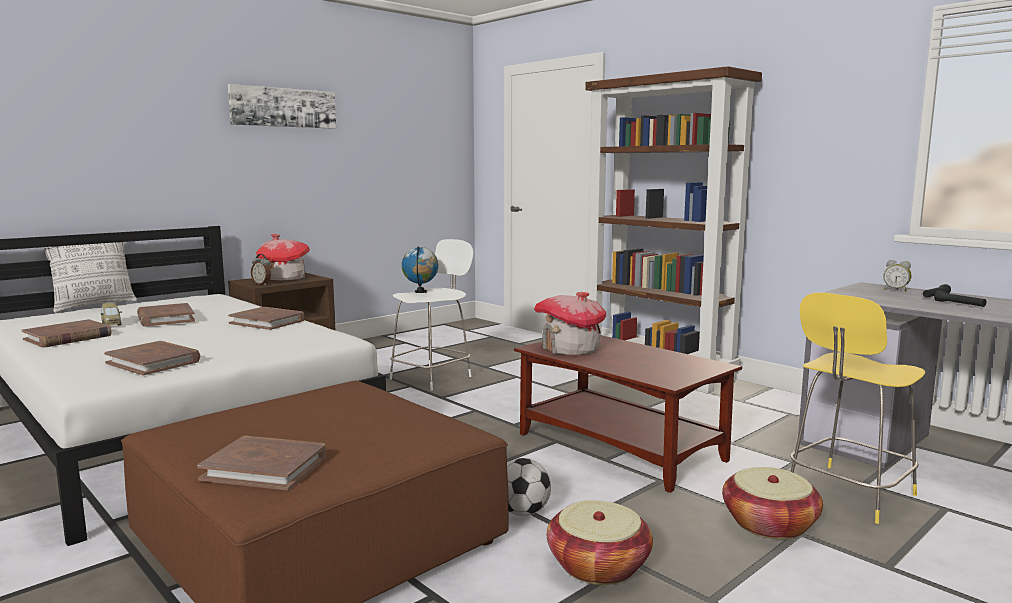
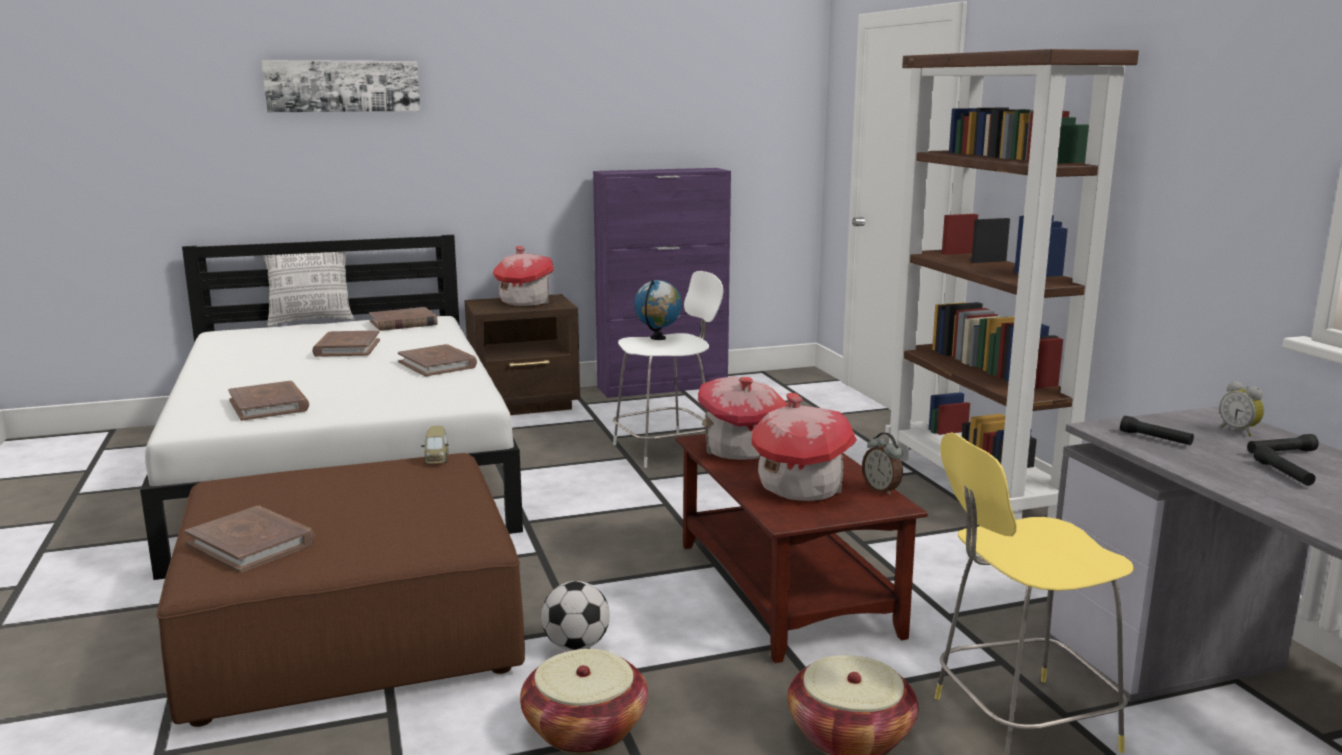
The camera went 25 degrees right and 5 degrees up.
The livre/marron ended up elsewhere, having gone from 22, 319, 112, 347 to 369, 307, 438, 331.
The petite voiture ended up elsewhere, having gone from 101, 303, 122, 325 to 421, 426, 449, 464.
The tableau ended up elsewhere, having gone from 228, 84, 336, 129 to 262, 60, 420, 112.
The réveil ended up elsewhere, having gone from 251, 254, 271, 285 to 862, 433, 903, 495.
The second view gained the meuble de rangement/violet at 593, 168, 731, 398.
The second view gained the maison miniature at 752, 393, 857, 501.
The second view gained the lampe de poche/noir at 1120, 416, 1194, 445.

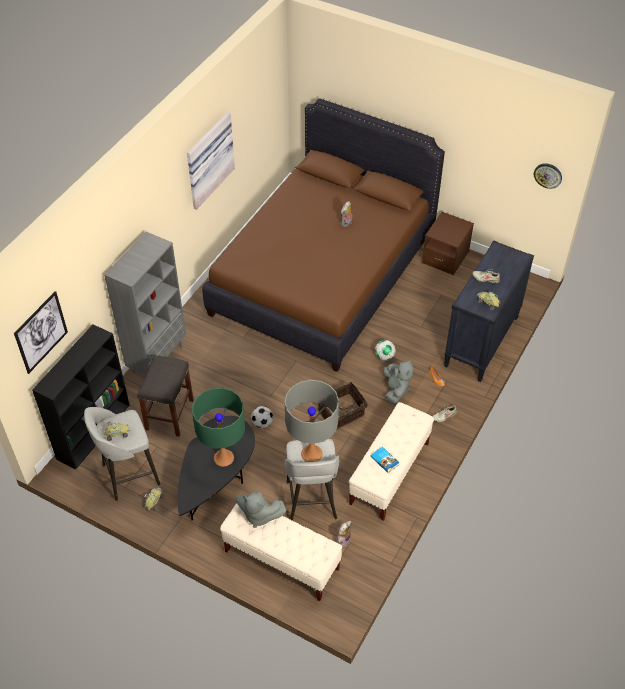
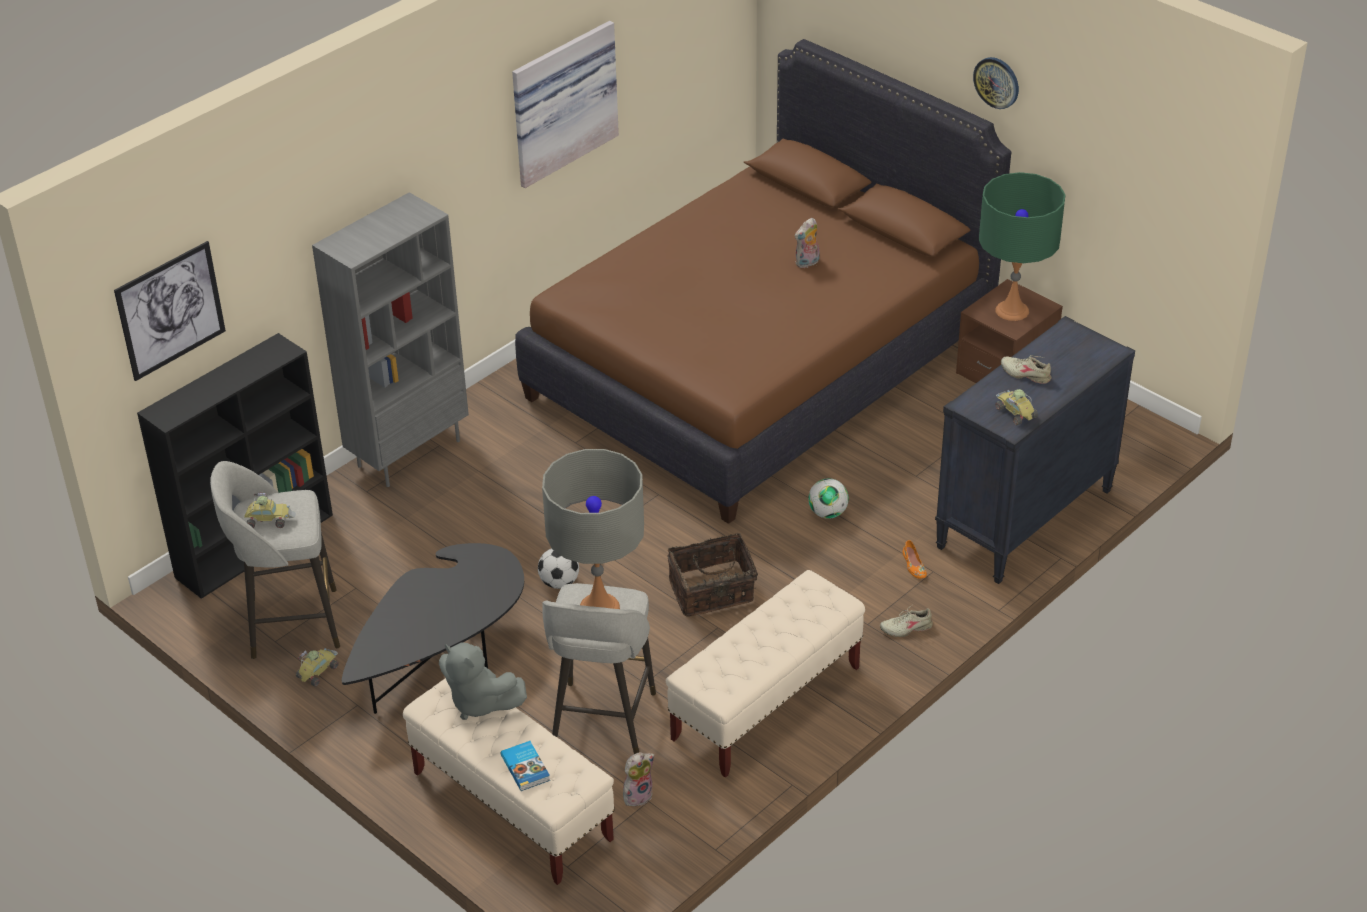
The camera went 15 degrees right and 10 degrees down.
The second view lost the tabouret/gris at 137, 355, 194, 437.
The lampe de table/vert ended up elsewhere, having gone from 192, 388, 245, 467 to 979, 172, 1065, 321.
The livre ended up elsewhere, having gone from 371, 446, 399, 473 to 501, 741, 550, 791.
The second view lost the peluche/gris at 384, 359, 413, 404.
The horloge murale ended up elsewhere, having gone from 534, 163, 562, 189 to 973, 57, 1019, 109.

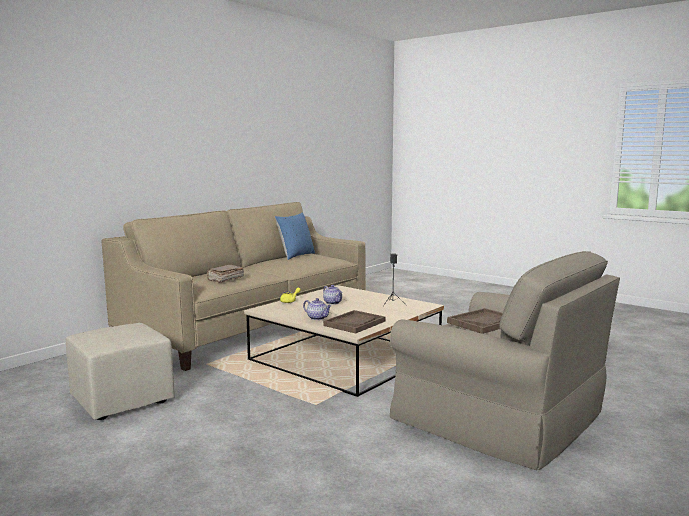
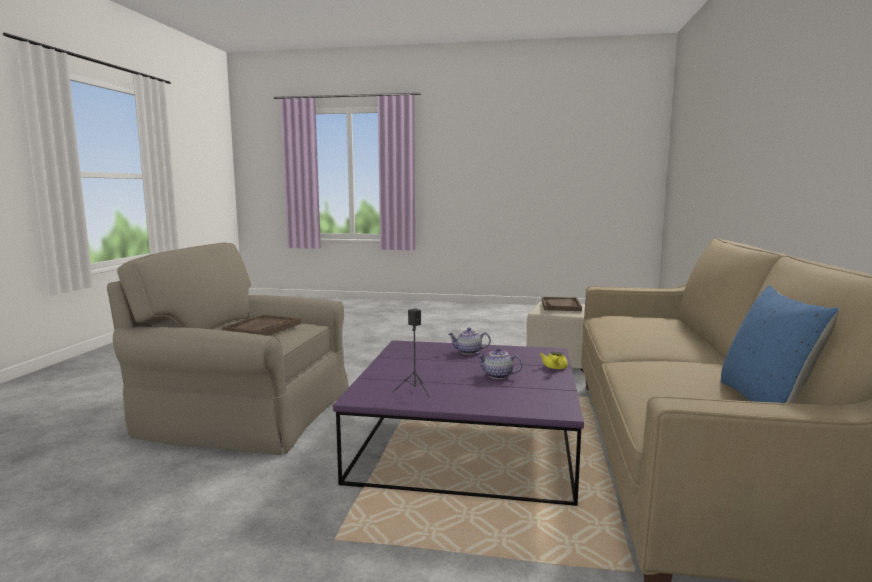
The camera went 150 degrees right and 0 degrees up.
The second view lost the livre/marron at 207, 265, 244, 283.
What was the table basse/beige at 244, 285, 444, 397 turned into the table basse/violet at 333, 340, 584, 506.
The plateau/marron ended up elsewhere, having gone from 323, 310, 386, 334 to 542, 297, 582, 311.

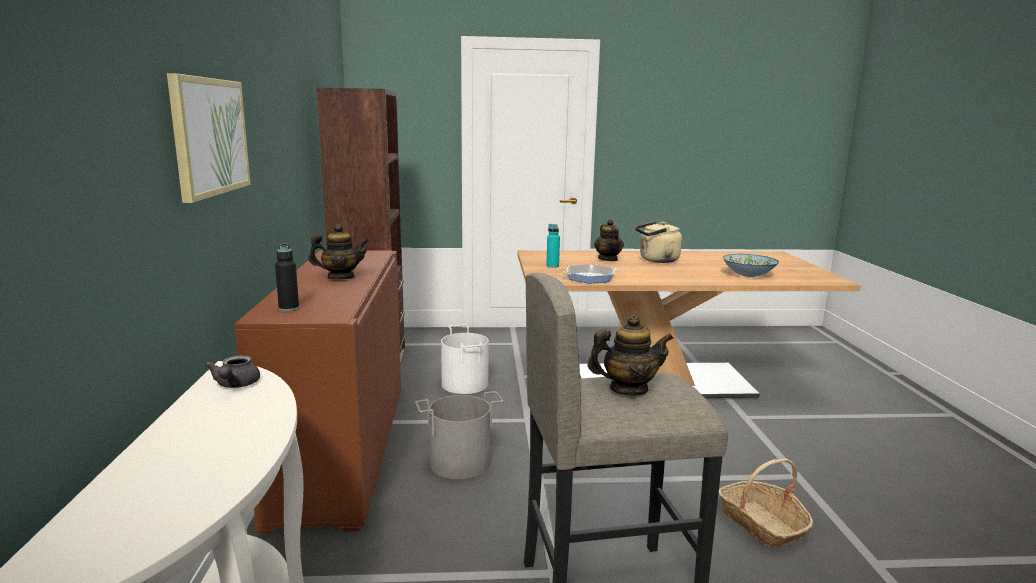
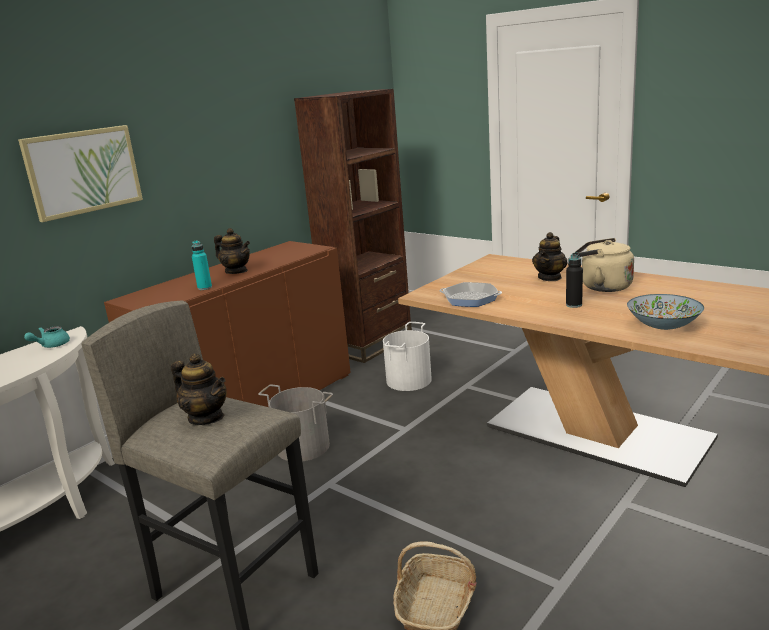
The camera went 45 degrees right and 5 degrees up.
What was the théière/gris at 205, 355, 260, 388 turned into the théière/turquoise at 24, 326, 70, 348.
The bouteille/noir ended up elsewhere, having gone from 275, 244, 299, 311 to 566, 252, 583, 308.
The bouteille/turquoise ended up elsewhere, having gone from 546, 224, 560, 268 to 192, 241, 212, 290.

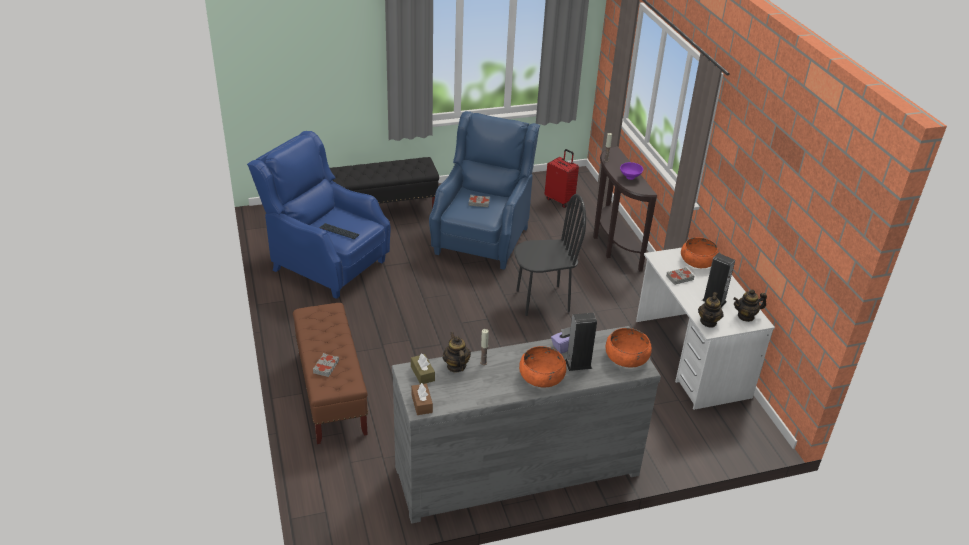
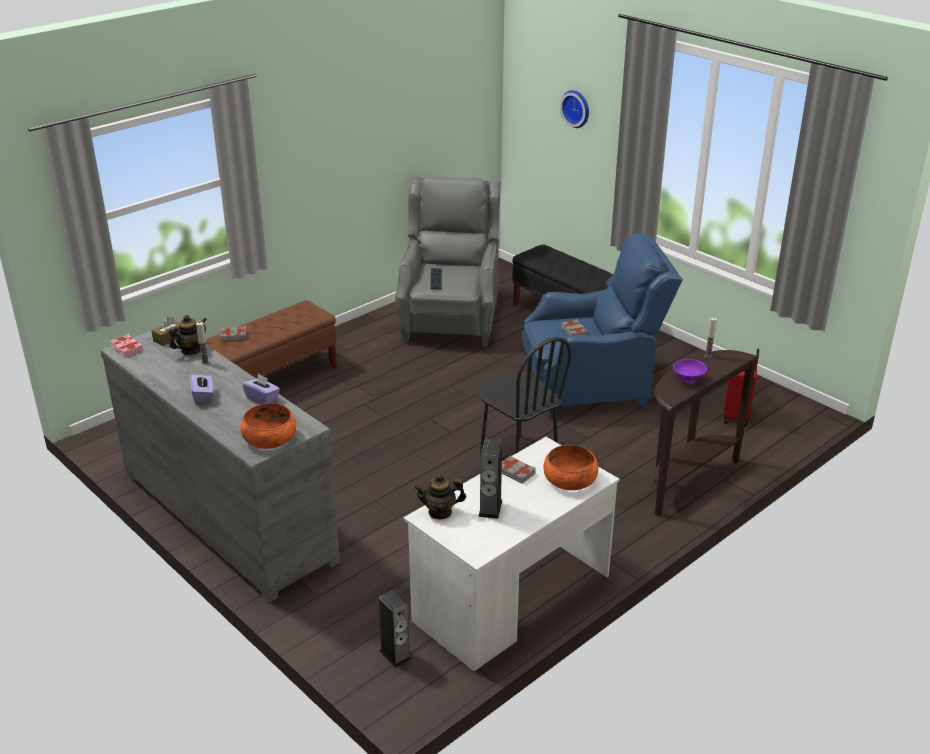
The camera went 65 degrees right and 5 degrees down.
What was the fauteuil/bleu at 247, 131, 391, 299 turned into the fauteuil/gris at 395, 175, 501, 347.
Where the boîte à mouchoirs/marron stood at 411, 383, 433, 415, the livre/rose came to stand at 111, 334, 143, 357.
Where the bol/orange stood at 519, 346, 566, 388, the boîte à mouchoirs/violet came to stand at 190, 374, 214, 404.
The enceinte ended up elsewhere, having gone from 565, 313, 597, 371 to 378, 590, 411, 668.
The second view lost the théière at 733, 290, 767, 322.
The second view gained the horloge murale at 560, 90, 589, 128.

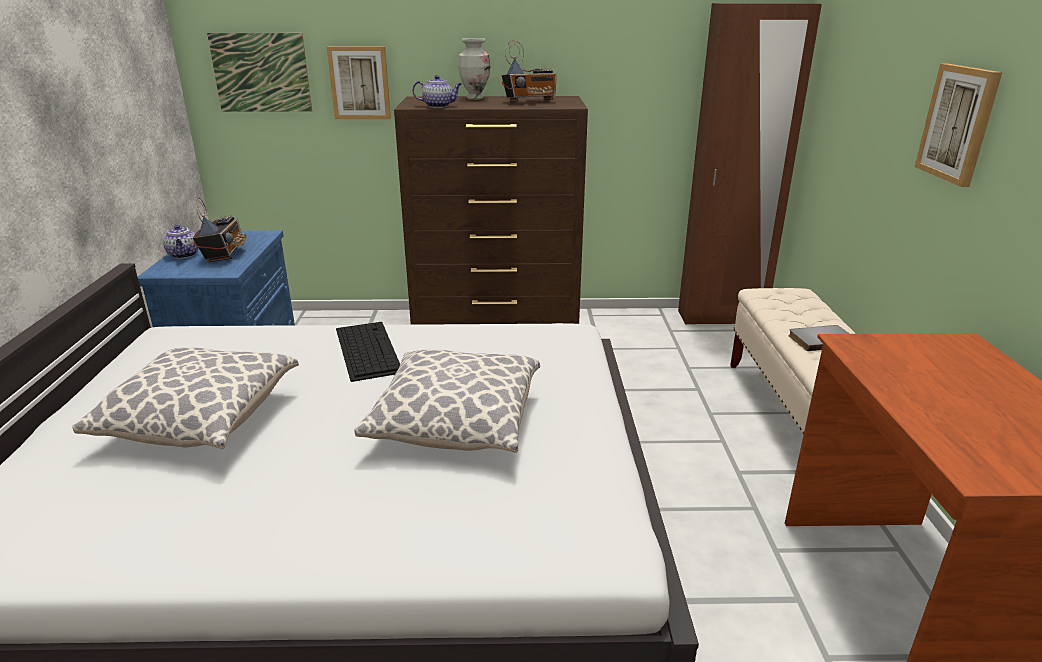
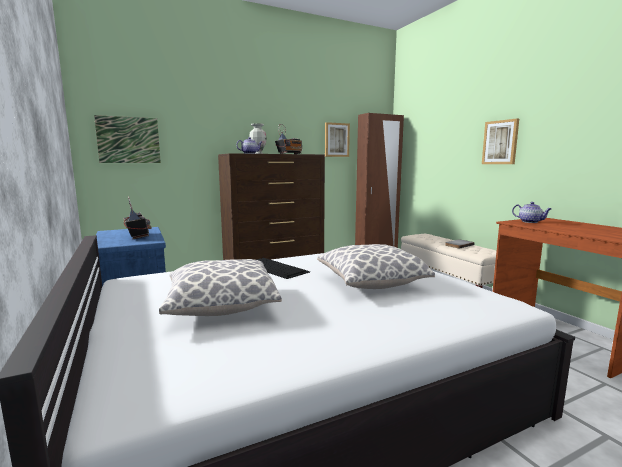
The camera went 25 degrees left and 15 degrees down.
The théière ended up elsewhere, having gone from 163, 225, 198, 259 to 512, 202, 552, 223.
The tableau ended up elsewhere, having gone from 327, 46, 391, 119 to 325, 122, 350, 157.

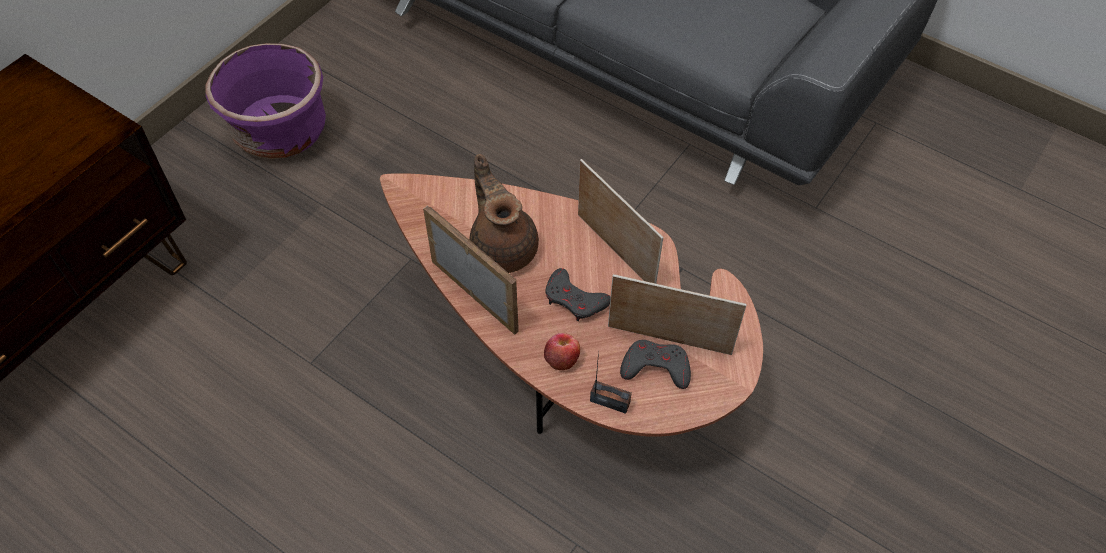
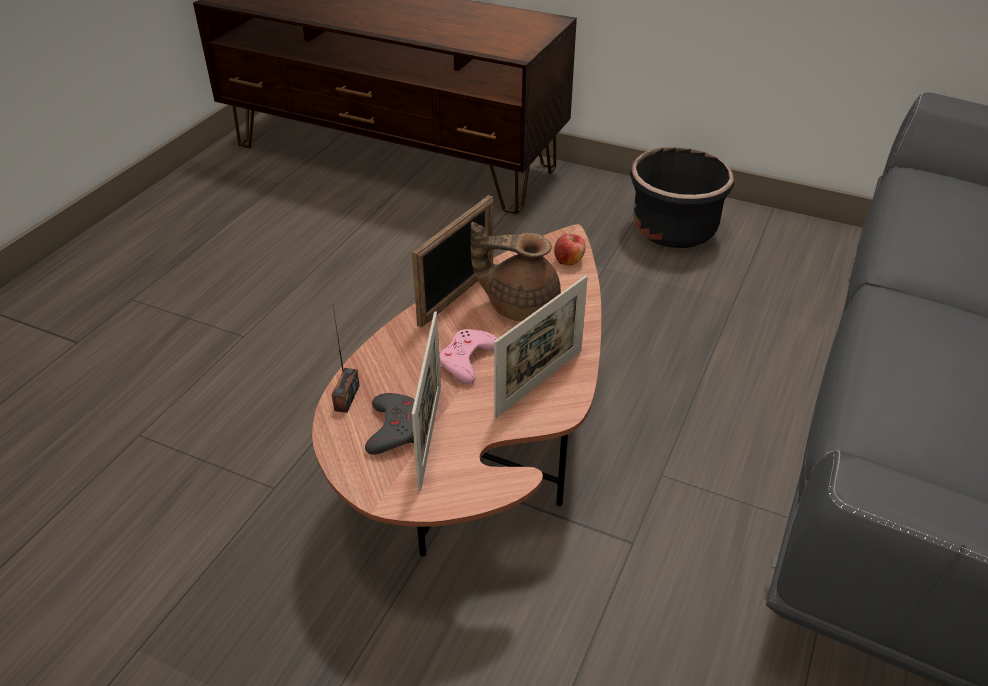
The camera went 80 degrees right and 15 degrees down.
What was the cache-pot/violet at 205, 43, 326, 159 turned into the cache-pot/noir at 630, 147, 734, 248.
The théière/marron at 470, 154, 539, 273 ended up facing another way, 135 degrees counterclockwise from before.
The pomme ended up elsewhere, having gone from 544, 333, 580, 370 to 554, 234, 586, 265.
What was the manette/gris at 545, 268, 611, 321 turned into the manette/rose at 439, 329, 498, 384.

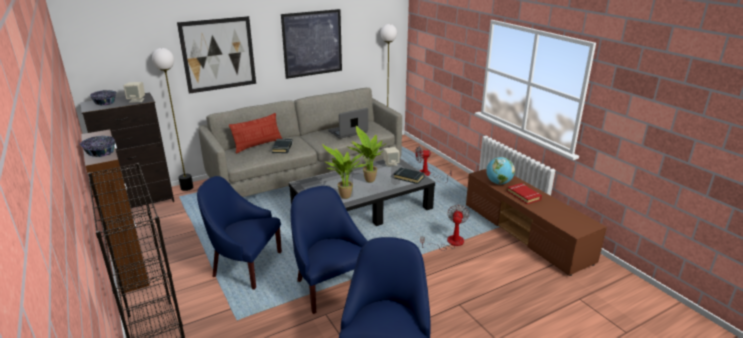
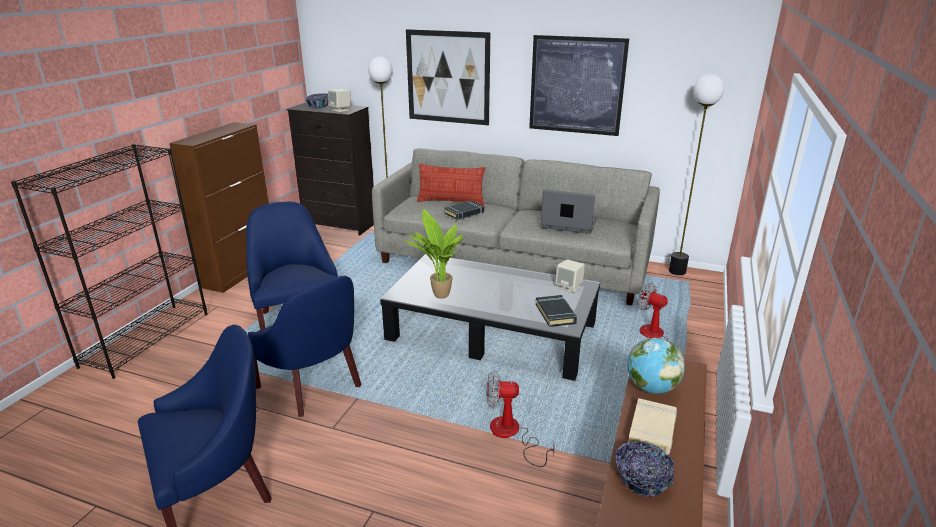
The camera went 50 degrees right and 0 degrees up.
The bol ended up elsewhere, having gone from 80, 136, 115, 157 to 616, 441, 674, 497.
The fauteuil/bleu at 290, 186, 368, 314 ended up facing another way, 120 degrees clockwise from before.
The second view lost the plante en pot at 347, 126, 385, 182.
The ventilateur at 420, 205, 469, 251 ended up facing another way, 150 degrees counterclockwise from before.
What was the livre/rouge at 507, 183, 542, 204 turned into the livre/beige at 628, 398, 677, 455.

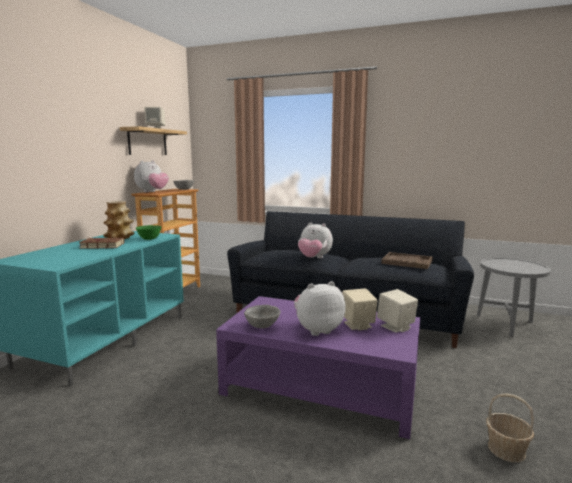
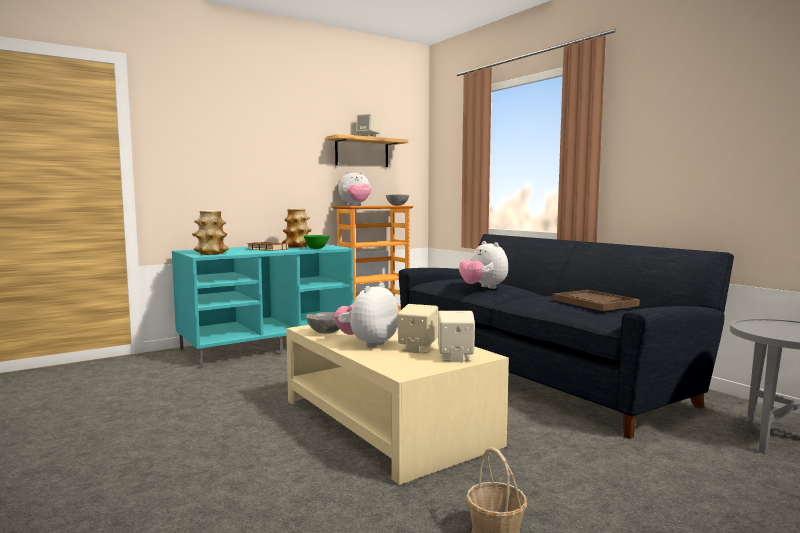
The camera went 35 degrees right and 5 degrees down.
What was the table basse/violet at 216, 296, 420, 439 turned into the table basse/beige at 286, 325, 509, 485.
The peluche at 294, 281, 346, 336 ended up facing another way, 75 degrees counterclockwise from before.
The second view gained the vase at 192, 210, 229, 255.

